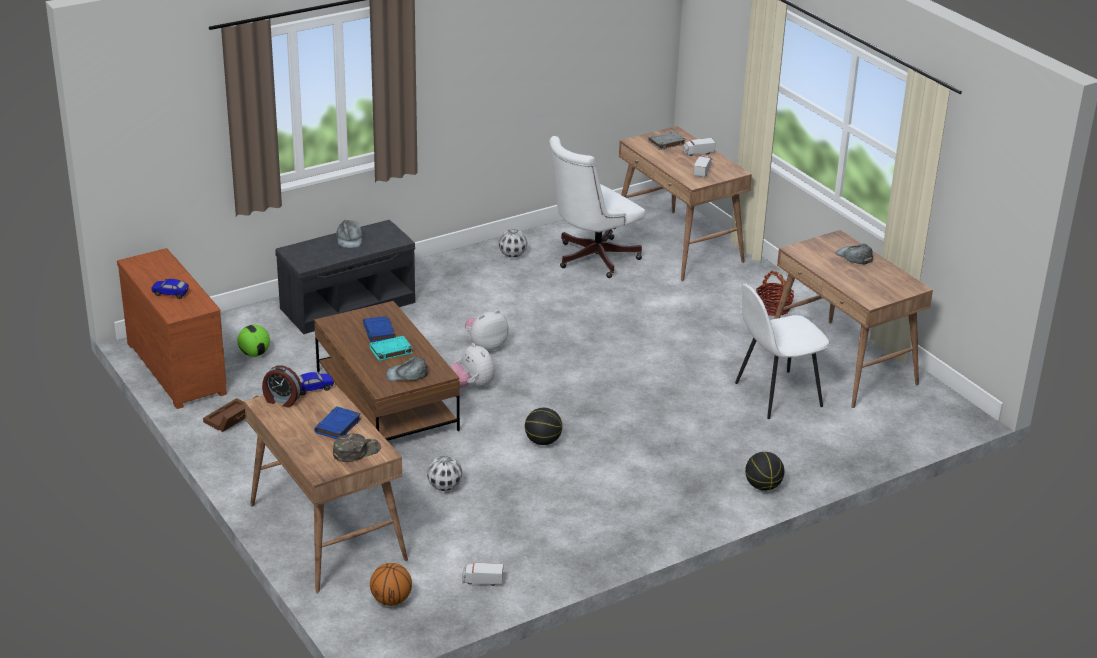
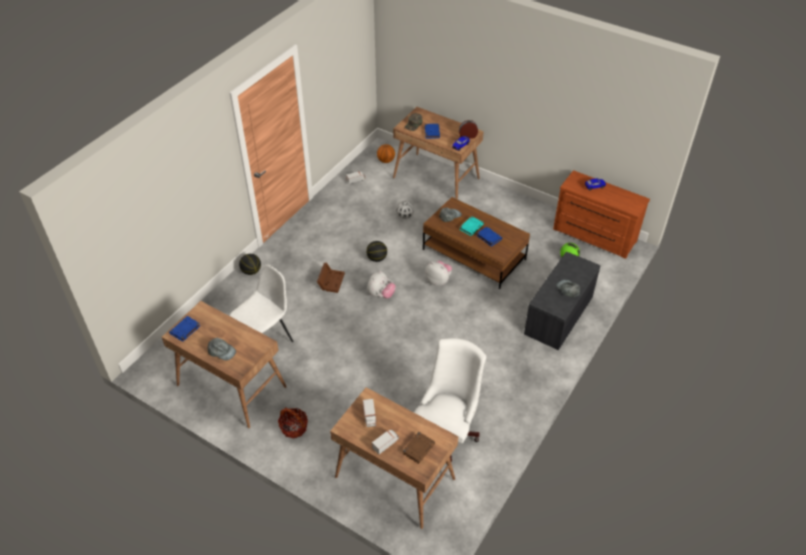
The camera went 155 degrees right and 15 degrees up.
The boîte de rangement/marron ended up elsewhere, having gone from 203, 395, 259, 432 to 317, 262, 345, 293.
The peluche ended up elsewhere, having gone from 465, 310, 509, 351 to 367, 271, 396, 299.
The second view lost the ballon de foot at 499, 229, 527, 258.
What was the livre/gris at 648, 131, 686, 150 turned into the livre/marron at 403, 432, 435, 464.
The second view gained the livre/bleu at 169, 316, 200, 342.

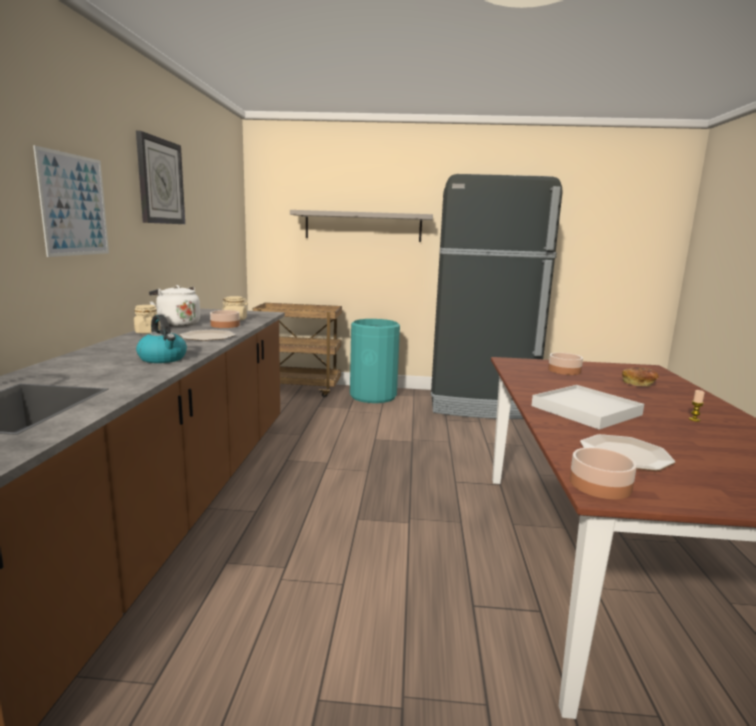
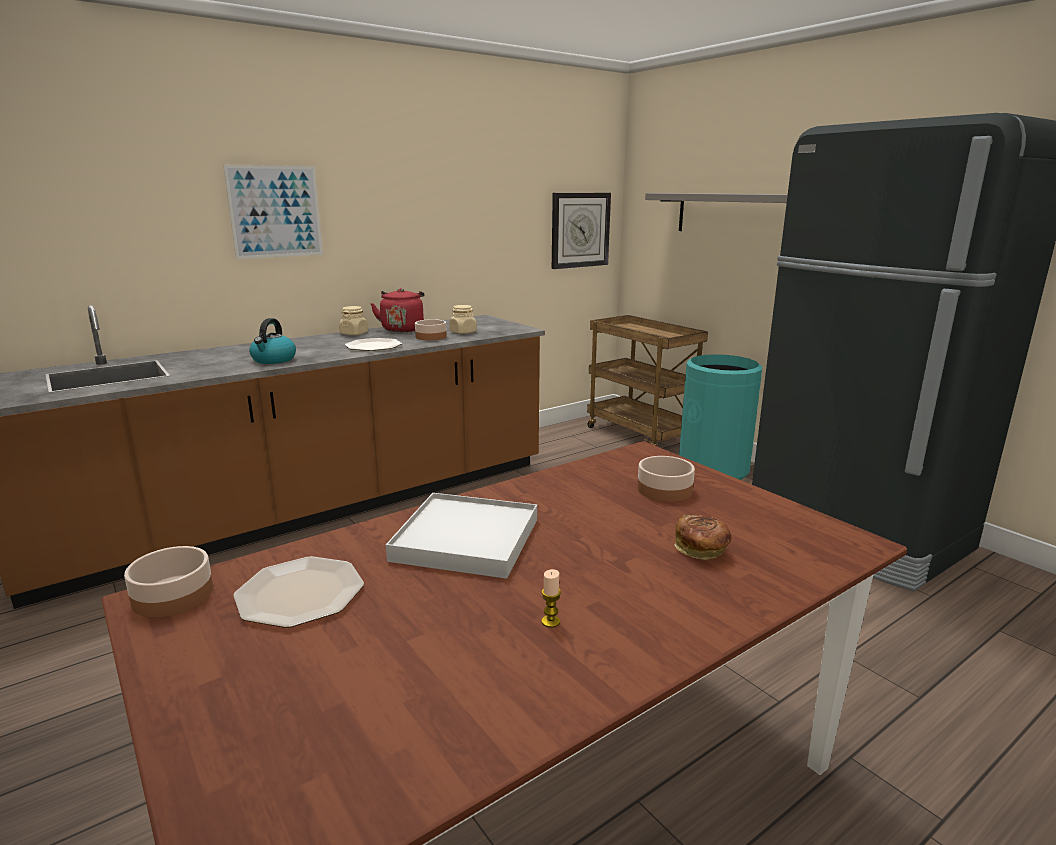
The camera went 50 degrees right and 5 degrees up.
The horloge murale ended up elsewhere, having gone from 136, 131, 185, 224 to 552, 193, 611, 269.
What was the bouilloire/blanc at 149, 285, 200, 327 turned into the bouilloire/rouge at 370, 288, 424, 332.

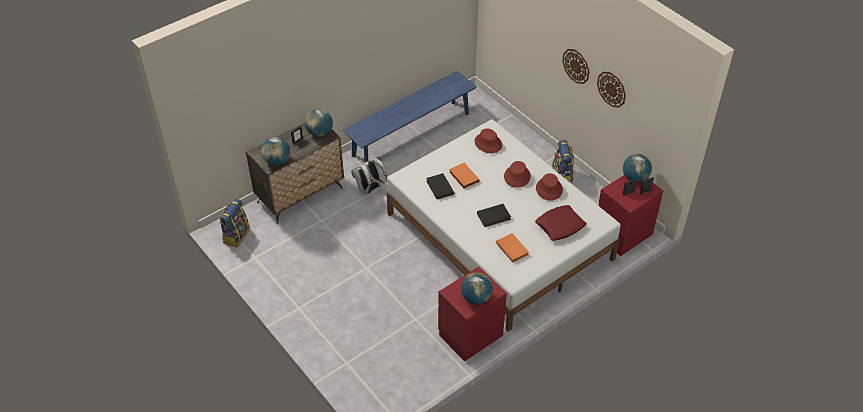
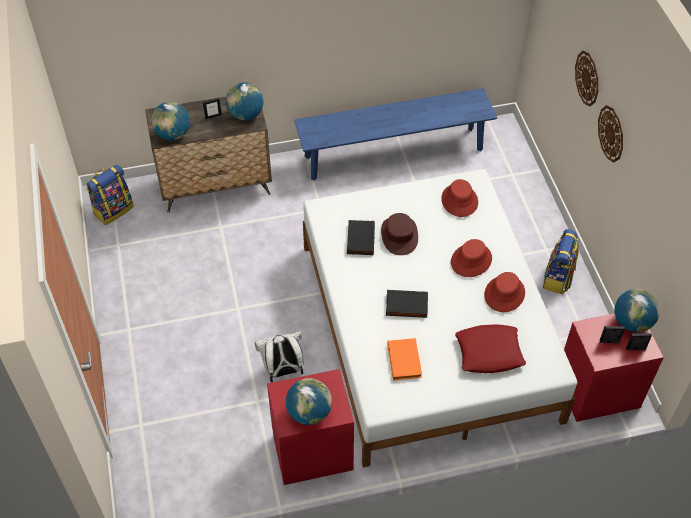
The camera went 25 degrees right and 5 degrees up.
The sac à dos/blanc ended up elsewhere, having gone from 351, 157, 387, 194 to 255, 331, 304, 382.
Where the livre/orange stood at 449, 163, 480, 189, the chapeau/marron came to stand at 381, 213, 418, 255.
The horloge murale ended up elsewhere, having gone from 597, 72, 626, 108 to 575, 51, 598, 106.

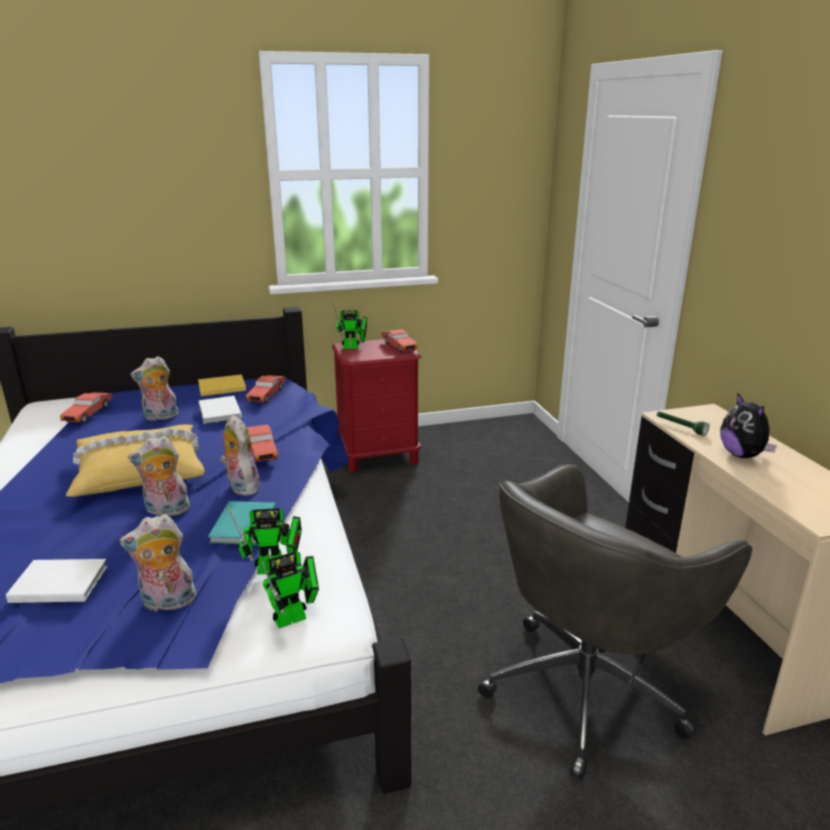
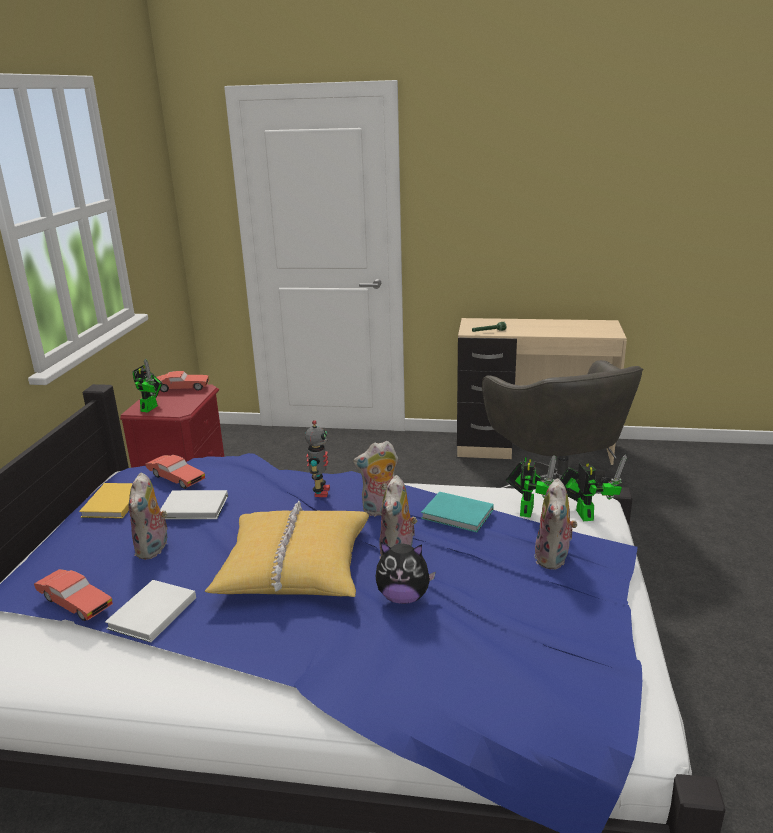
The camera went 65 degrees left and 0 degrees up.
The livre/blanc ended up elsewhere, having gone from 6, 559, 108, 603 to 105, 580, 196, 642.
Where the petite voiture/rouge stood at 247, 425, 278, 462, the robot jouet came to stand at 305, 420, 330, 497.
The peluche ended up elsewhere, having gone from 720, 393, 777, 458 to 376, 542, 436, 604.

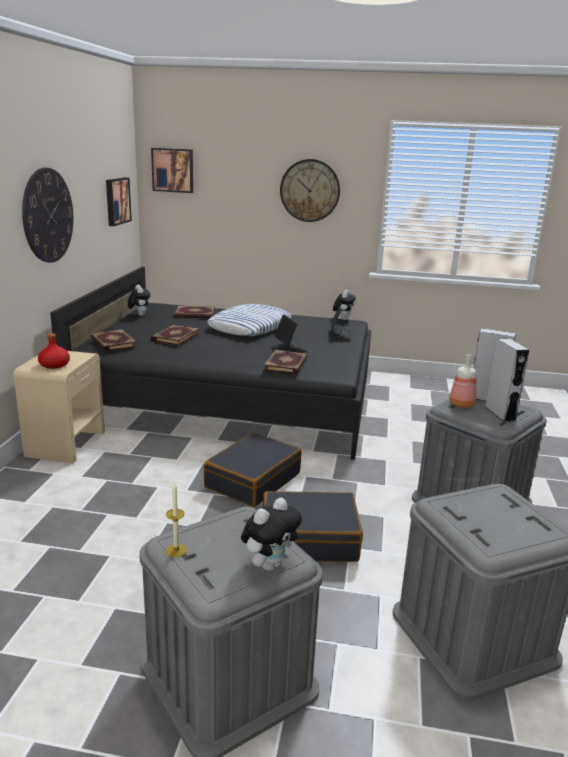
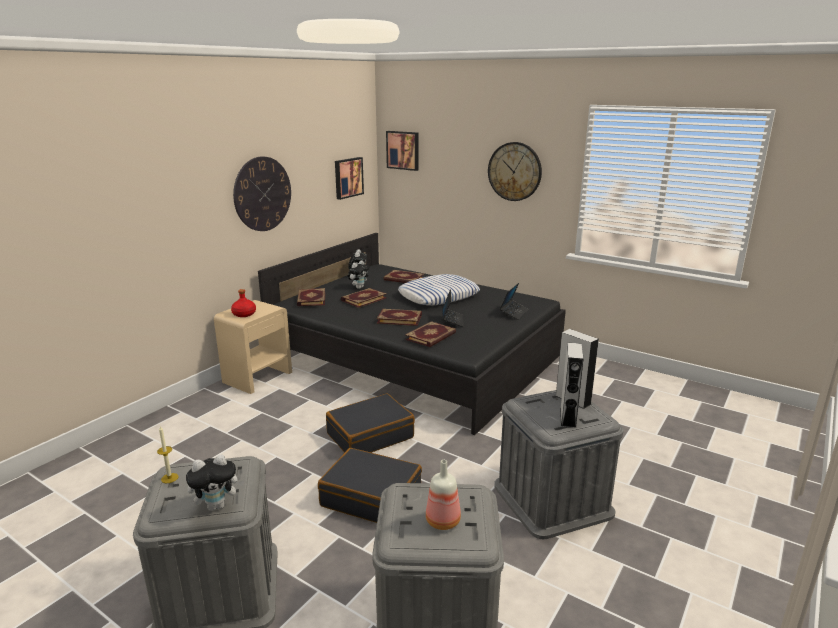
The camera went 25 degrees right and 0 degrees up.
The peluche ended up elsewhere, having gone from 333, 290, 356, 320 to 348, 260, 370, 289.
The bouteille ended up elsewhere, having gone from 449, 354, 476, 408 to 426, 460, 461, 530.
The second view gained the livre at 377, 309, 422, 326.

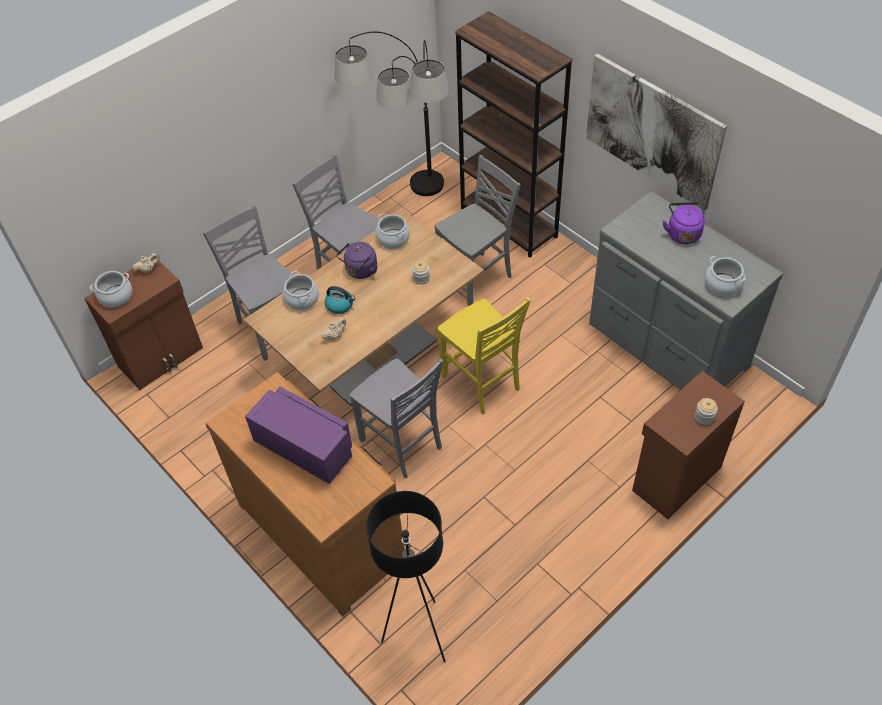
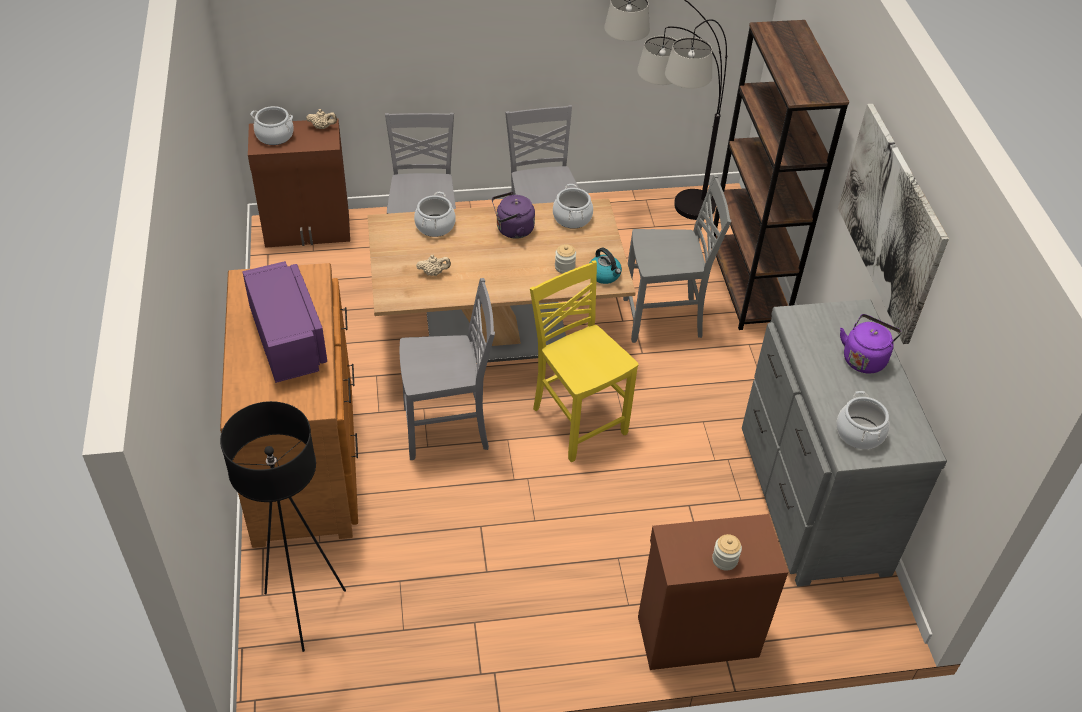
The camera went 30 degrees right and 5 degrees down.
The bouilloire ended up elsewhere, having gone from 325, 286, 355, 314 to 590, 248, 622, 284.
The chaise/gris at 350, 358, 444, 478 ended up facing another way, 90 degrees counterclockwise from before.
The chaise/jaune at 437, 297, 531, 415 ended up facing another way, 150 degrees clockwise from before.

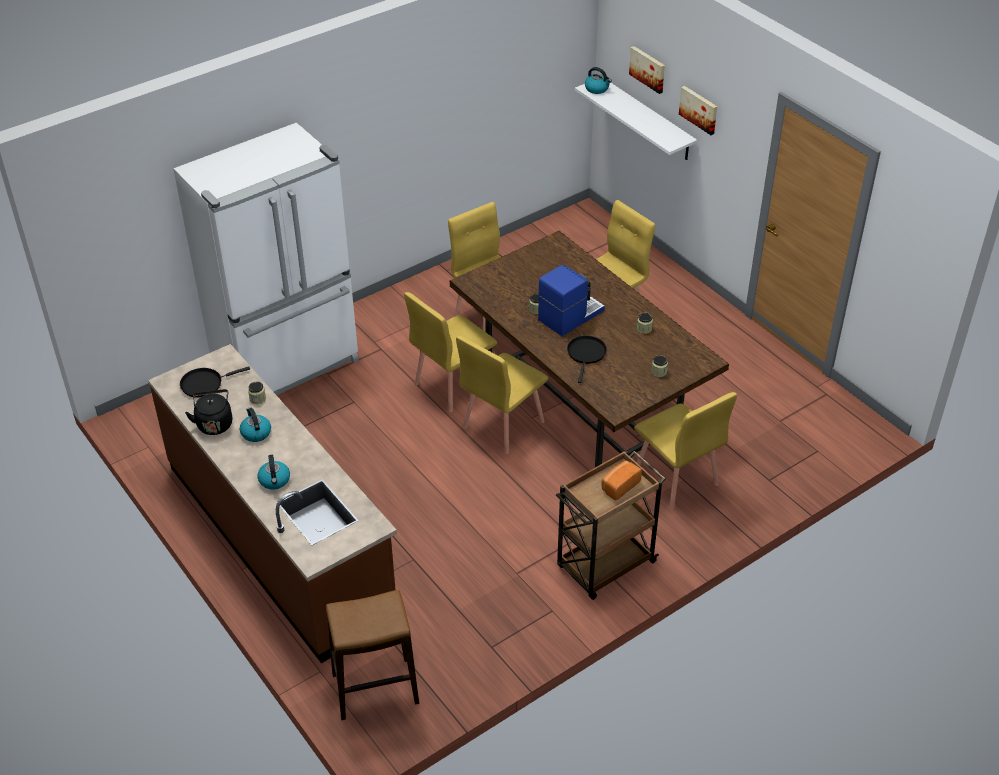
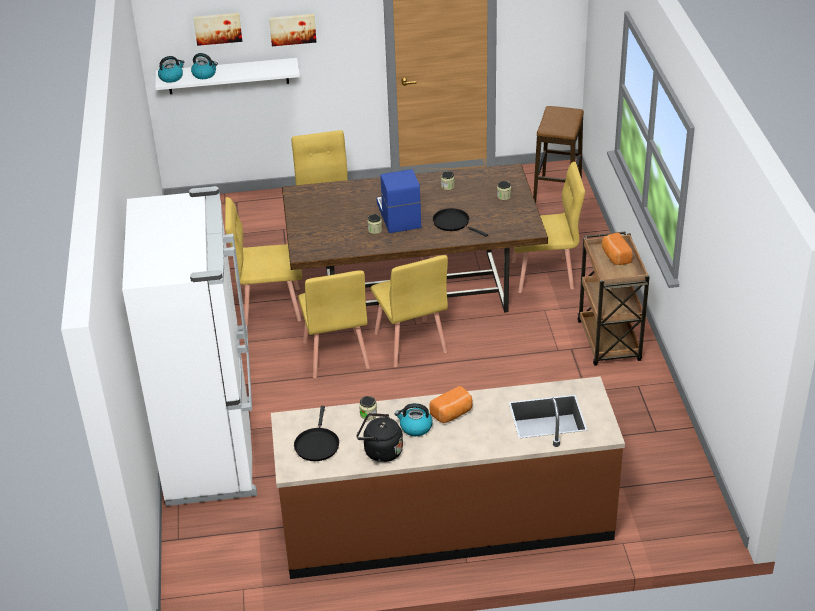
The camera went 60 degrees left and 5 degrees down.
The bouilloire ended up elsewhere, having gone from 257, 455, 290, 490 to 191, 53, 218, 79.
The tabouret ended up elsewhere, having gone from 326, 590, 419, 720 to 533, 106, 584, 203.
The second view gained the pain at 429, 386, 473, 423.

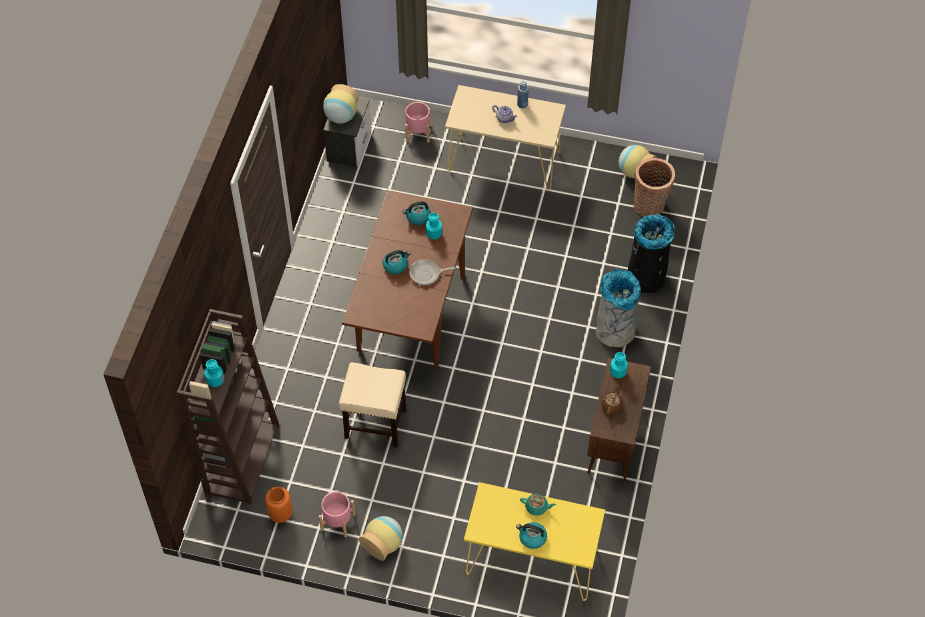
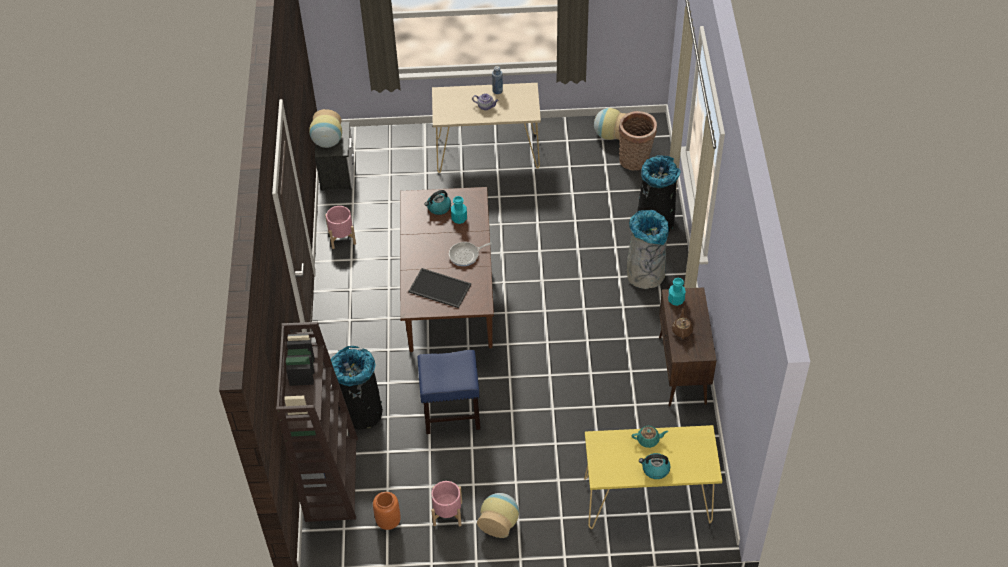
The camera went 15 degrees left and 5 degrees down.
The second view lost the bouteille/turquoise at 204, 359, 224, 387.
What was the tabouret/beige at 339, 362, 407, 447 turned into the tabouret/bleu at 418, 350, 480, 434.
The second view lost the bouilloire at 383, 250, 410, 274.
The cache-pot/rose ended up elsewhere, having gone from 405, 102, 431, 143 to 325, 206, 356, 249.
The second view gained the poubelle/noir at 331, 346, 383, 430.
The second view gained the plateau at 408, 268, 471, 308.

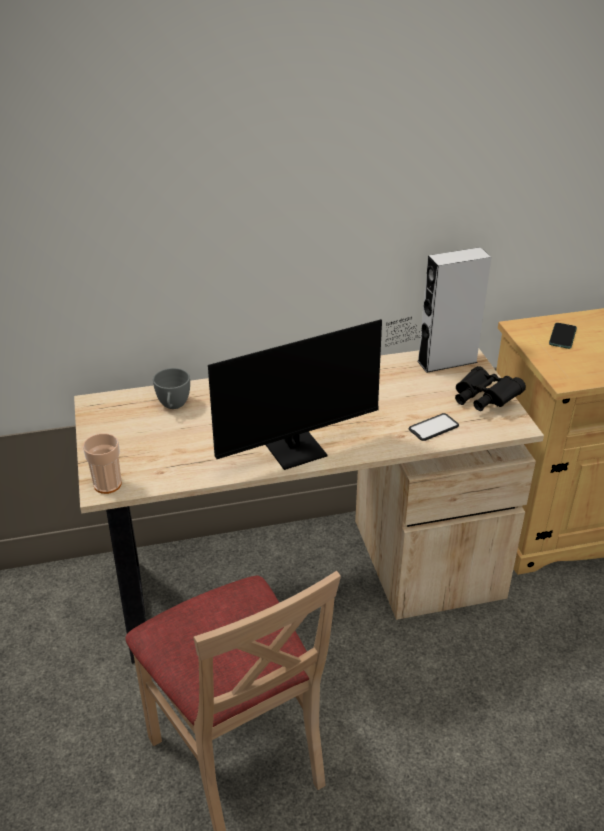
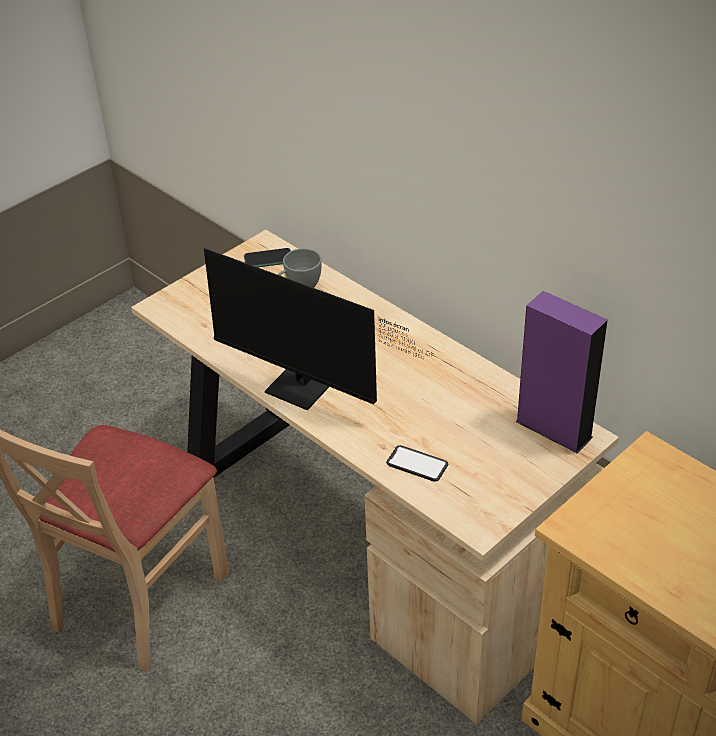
The camera went 60 degrees right and 5 degrees up.
The second view lost the tasse at 83, 433, 122, 494.
What was the enceinte/gris at 417, 247, 491, 373 turned into the enceinte/violet at 515, 291, 608, 454.
The second view lost the jumelles/noir at 455, 366, 526, 411.
The téléphone ended up elsewhere, having gone from 549, 323, 577, 349 to 244, 248, 291, 267.

